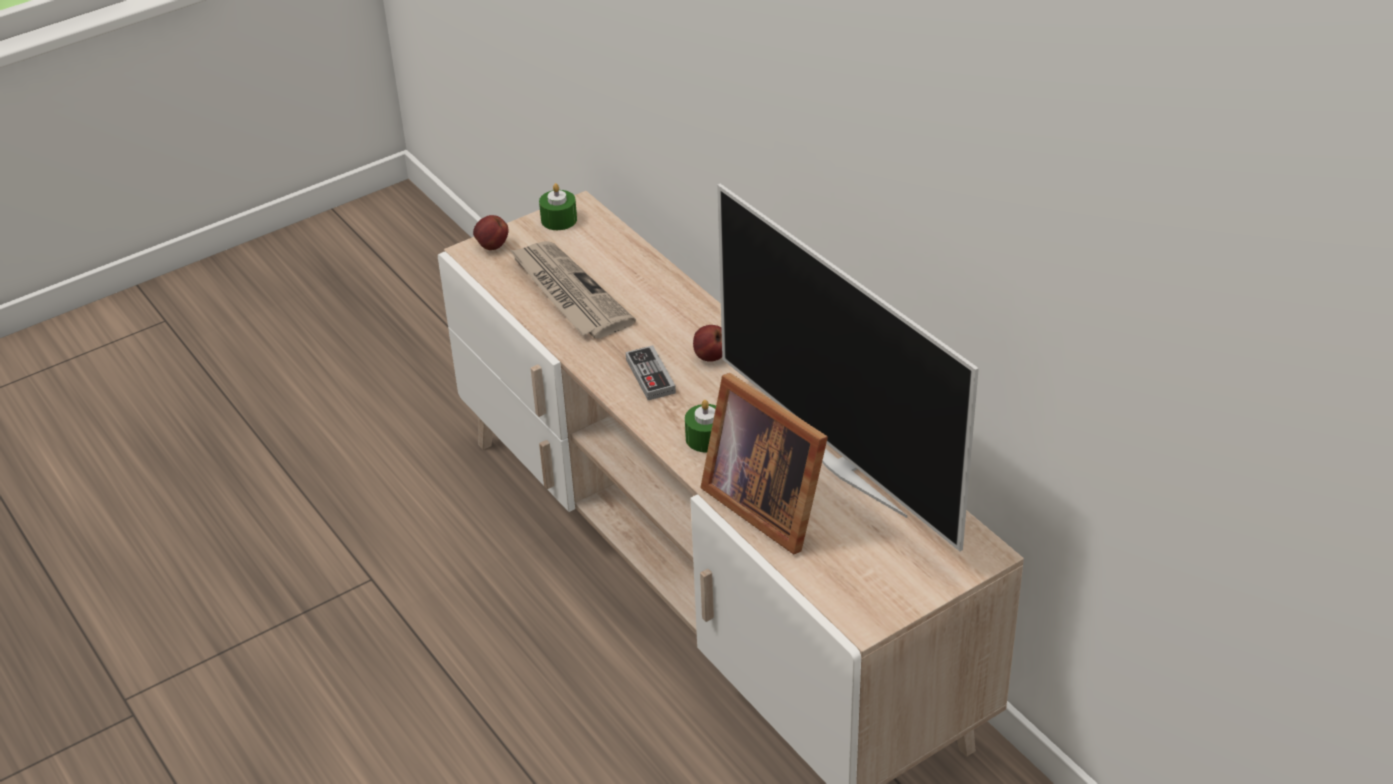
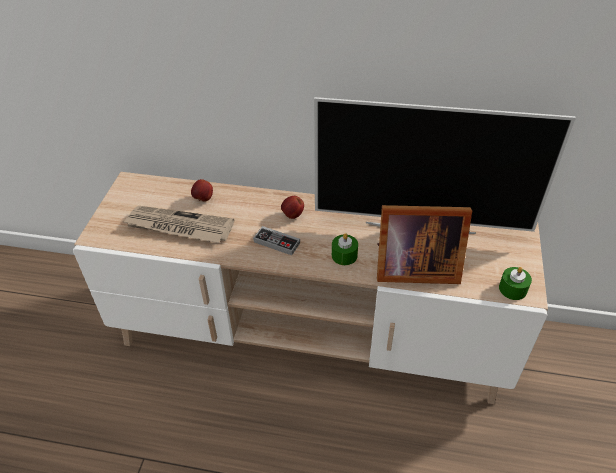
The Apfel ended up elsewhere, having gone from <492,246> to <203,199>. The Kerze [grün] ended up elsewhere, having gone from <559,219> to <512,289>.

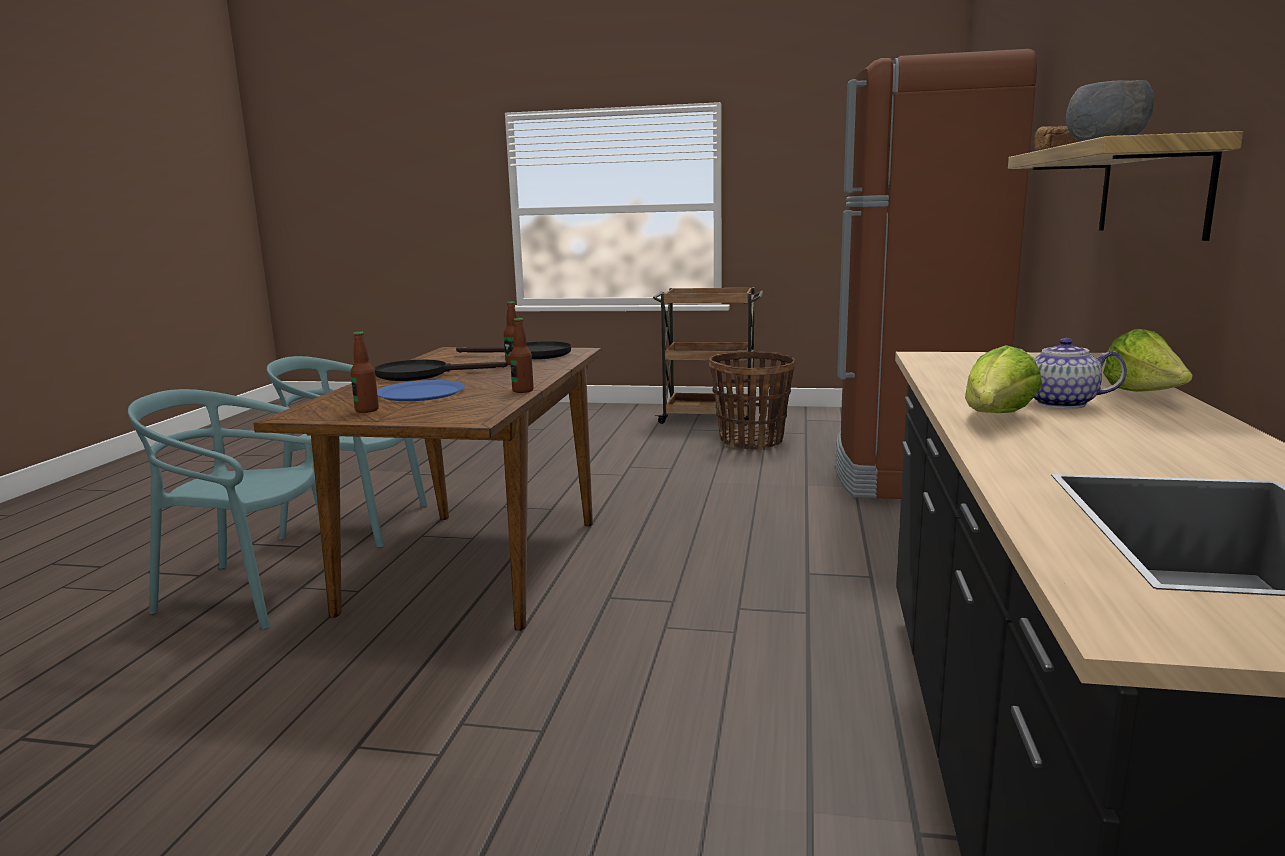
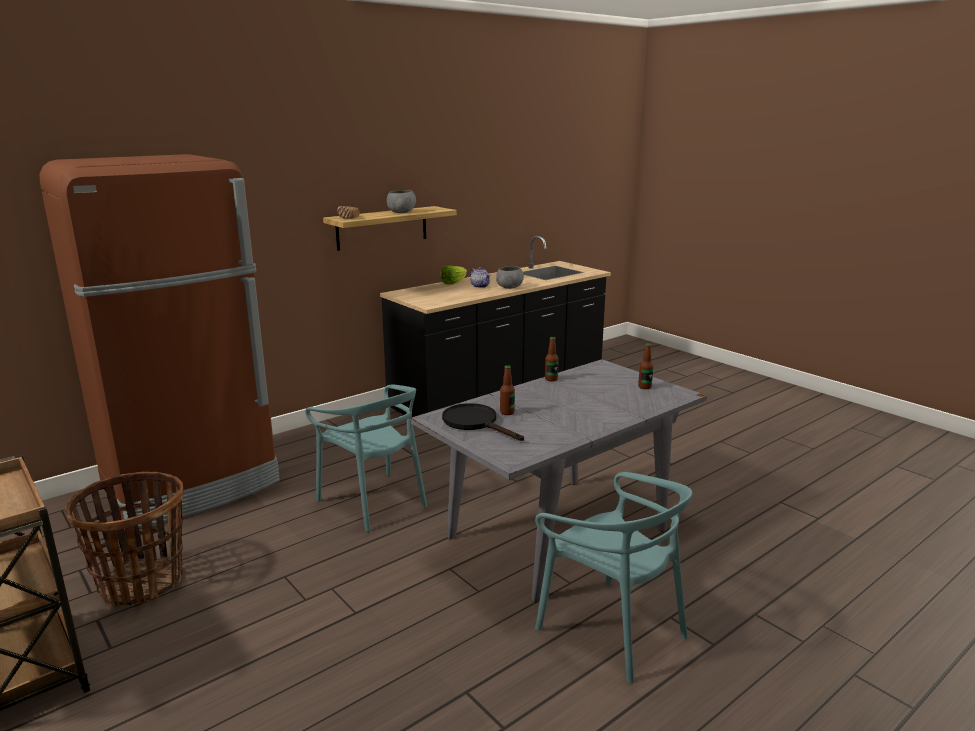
The second view lost the Pfanne [schwarz] at <423,374>. The second view lost the Teller [blau] at <420,393>. The Stuhl [türkis] ended up elsewhere, having gone from <250,592> to <373,501>. Where the Salatkopf stood at <996,418>, the Schüssel [grau] came to stand at <509,287>. What was the Esstisch [braun] at <475,565> turned into the Esstisch [grau] at <559,532>.

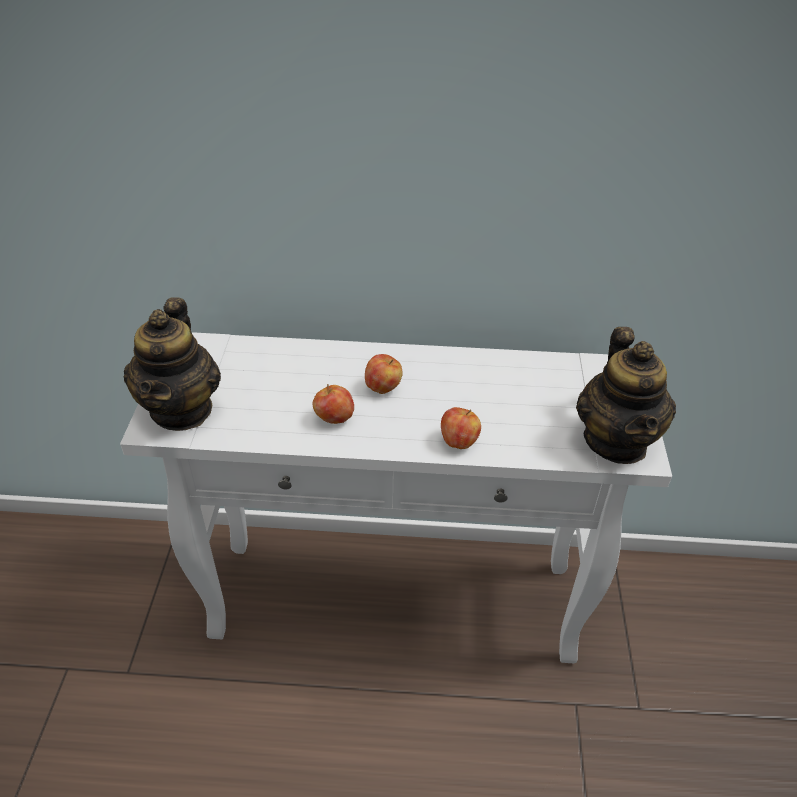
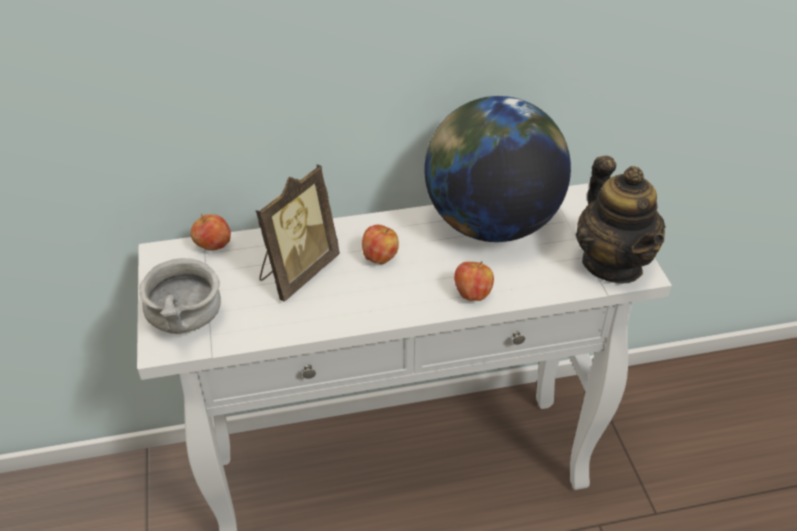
The second view gained the Bilderrahmen at <297,272>. The second view gained the Globus at <490,224>. The Apfel ended up elsewhere, having gone from <334,418> to <213,246>. Where the Teekanne stood at <182,409>, the Schüssel [grau] came to stand at <187,320>.

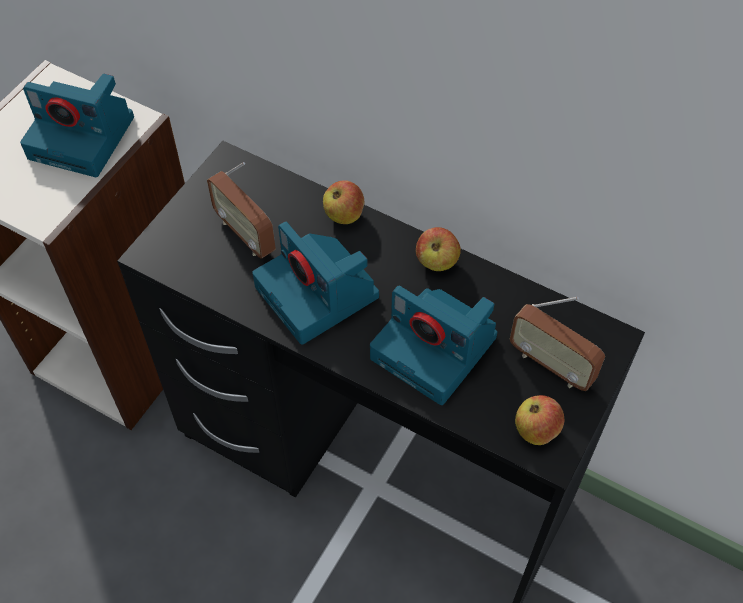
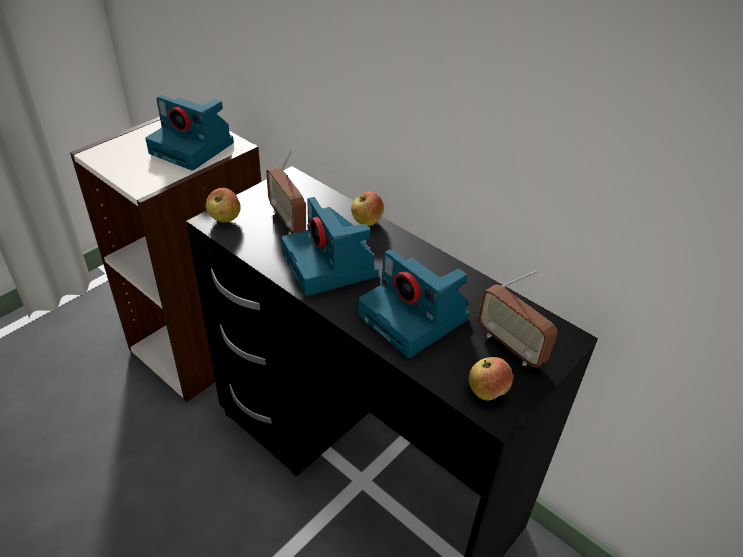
The Apfel ended up elsewhere, having gone from <437,261> to <224,218>.

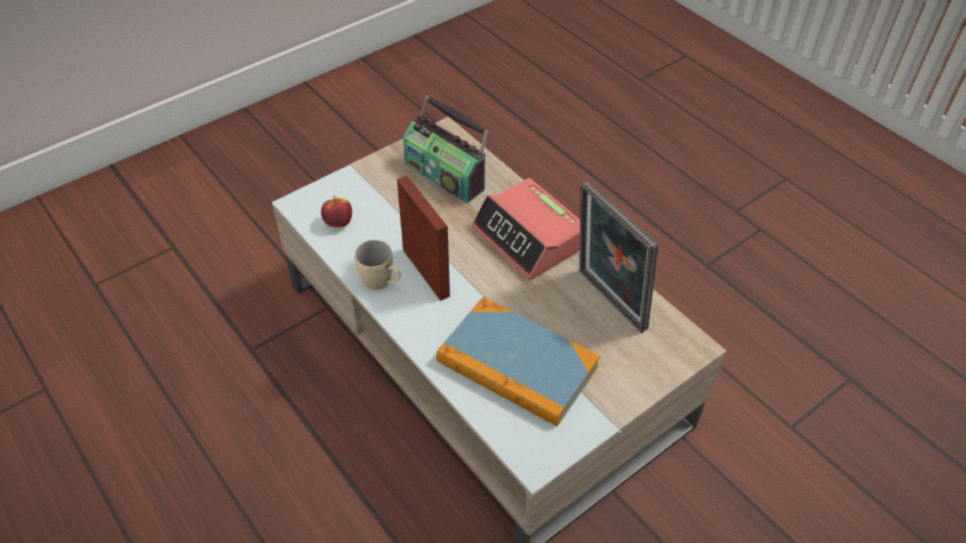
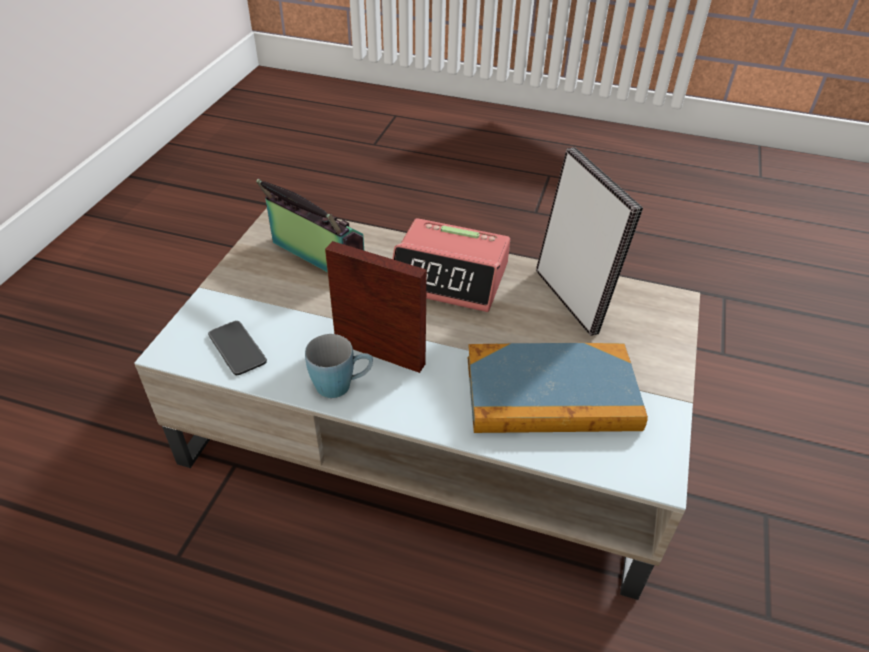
Where the Apfel stood at <338,223>, the Handy came to stand at <237,348>. What was the Henkelbecher [beige] at <382,283> turned into the Henkelbecher [blau] at <342,385>. The Radio at <446,175> ended up facing another way, 150 degrees counterclockwise from before. The Bilderrahmen at <607,302> ended up facing another way, 135 degrees counterclockwise from before.

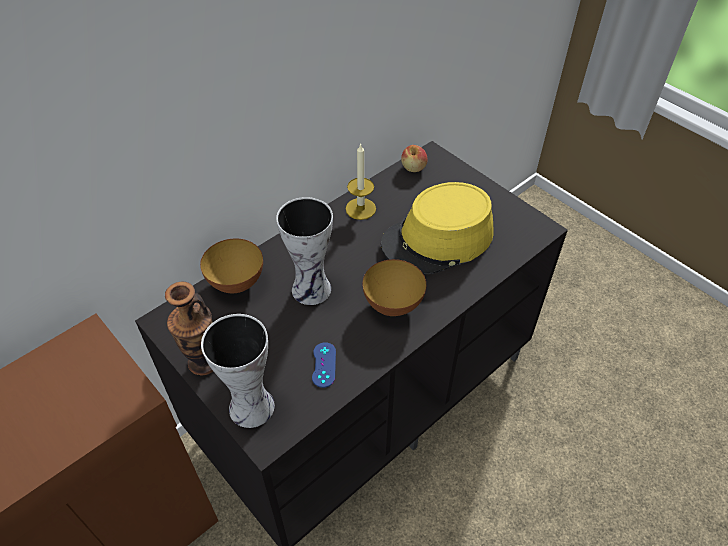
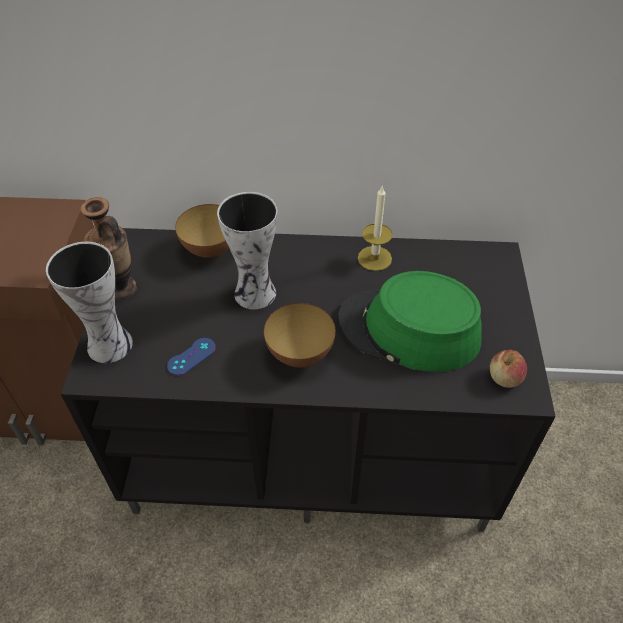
The Apfel ended up elsewhere, having gone from <413,167> to <504,378>. What was the Hut [gelb] at <438,239> turned into the Hut [grün] at <408,330>.

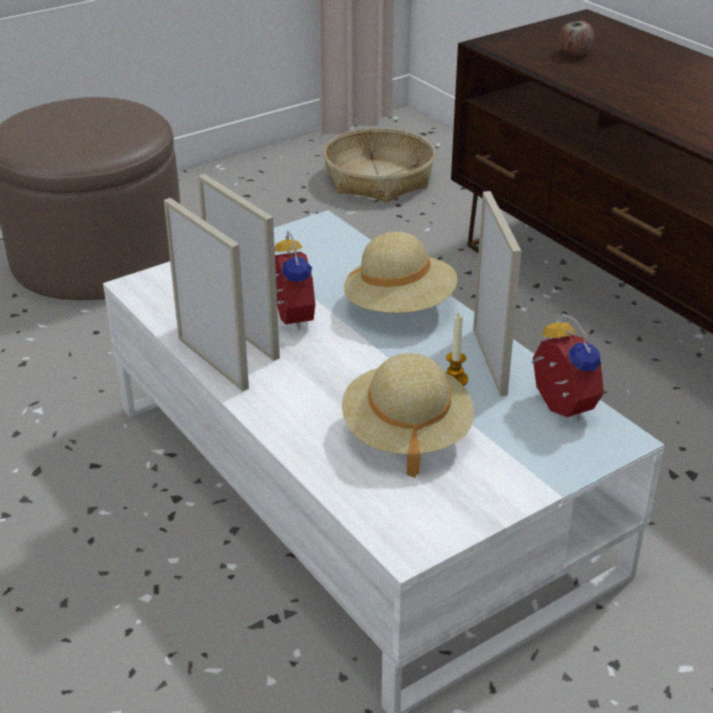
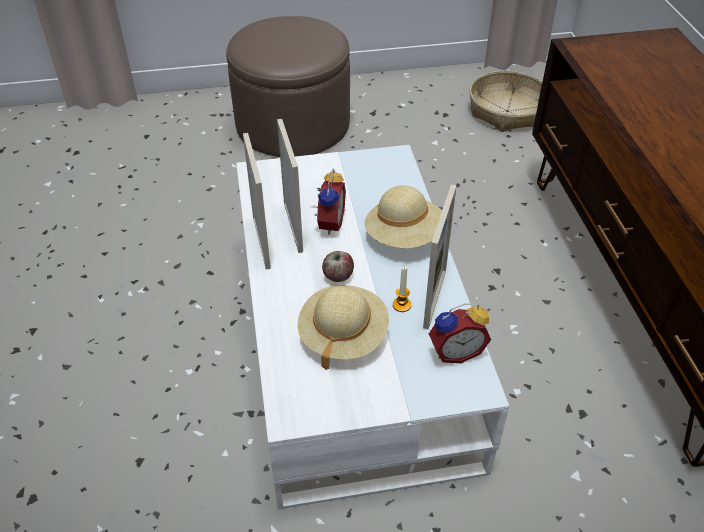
The Apfel ended up elsewhere, having gone from <574,53> to <338,276>. The Wecker at <558,408> ended up facing another way, 75 degrees clockwise from before.

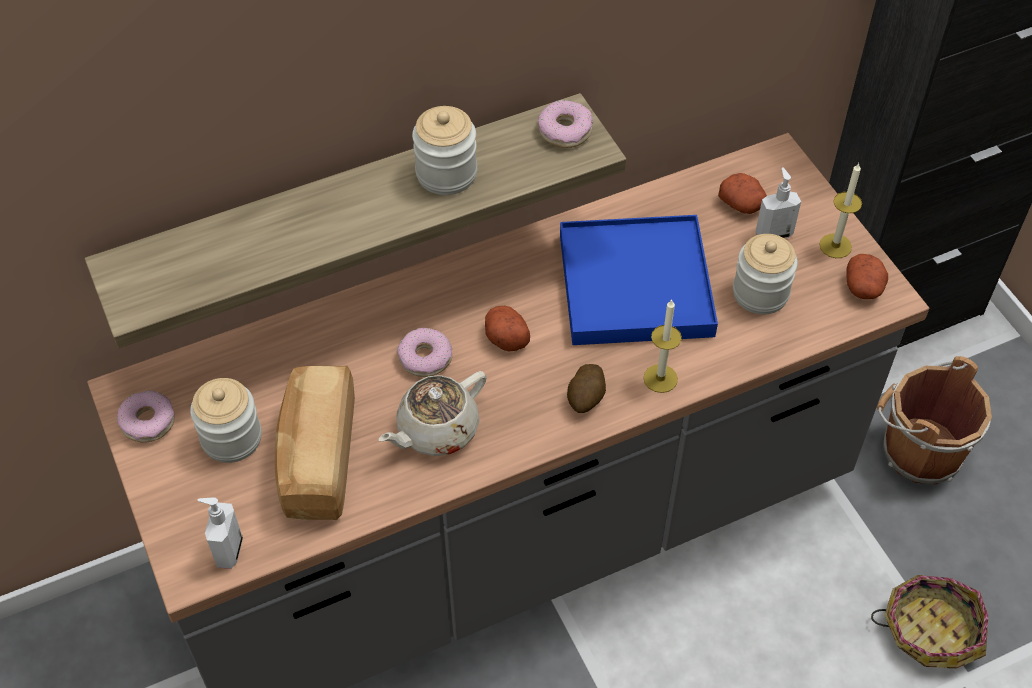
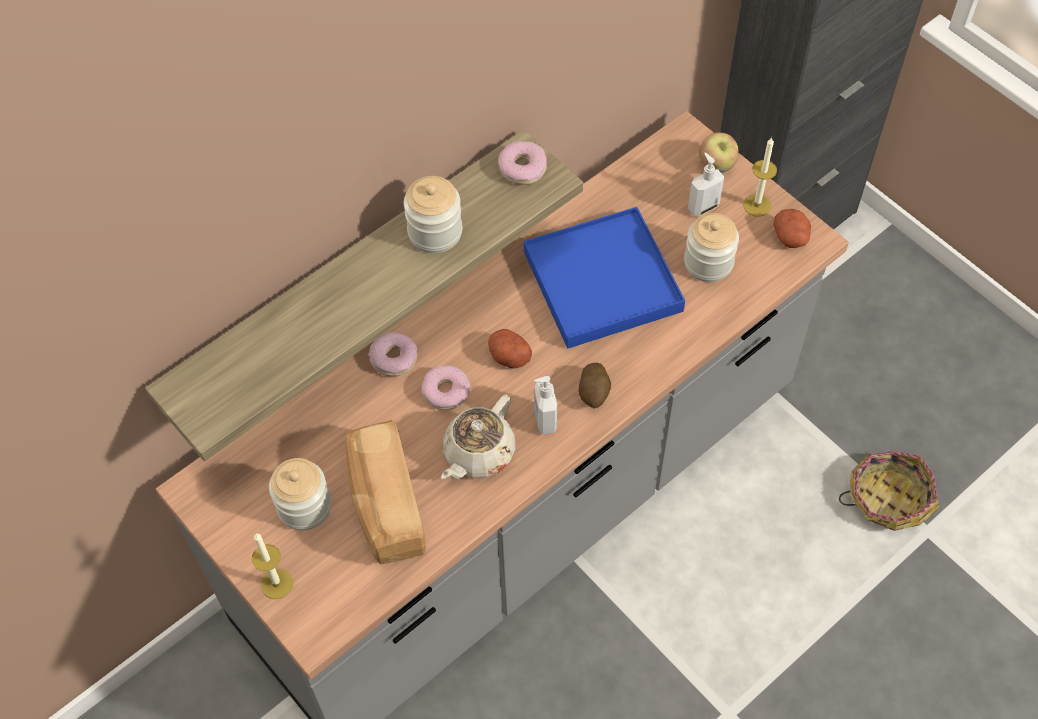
The second view lost the Kartoffel at <742,204>. The second view lost the Eimer [braun] at <917,450>. The second view gained the Apfel at <717,165>. The Donut ended up elsewhere, having gone from <147,422> to <394,358>. The Seifenspender ended up elsewhere, having gone from <228,550> to <544,420>. The Kerze ended up elsewhere, having gone from <660,378> to <277,583>.

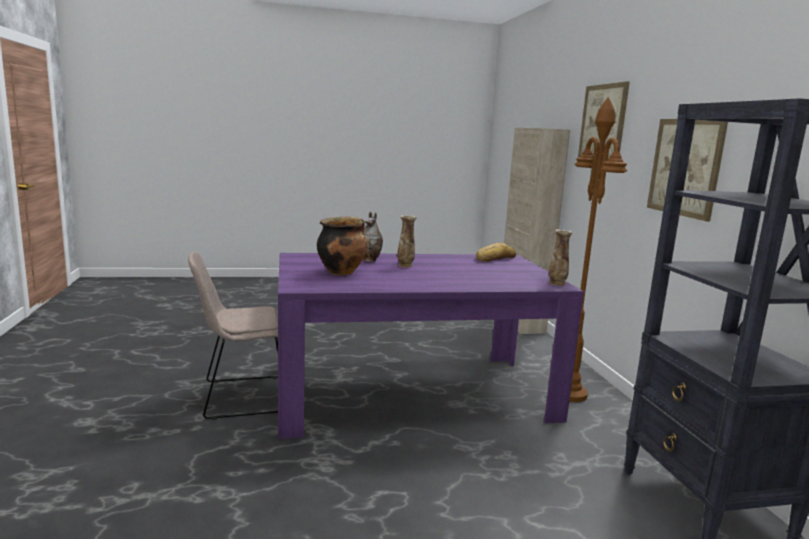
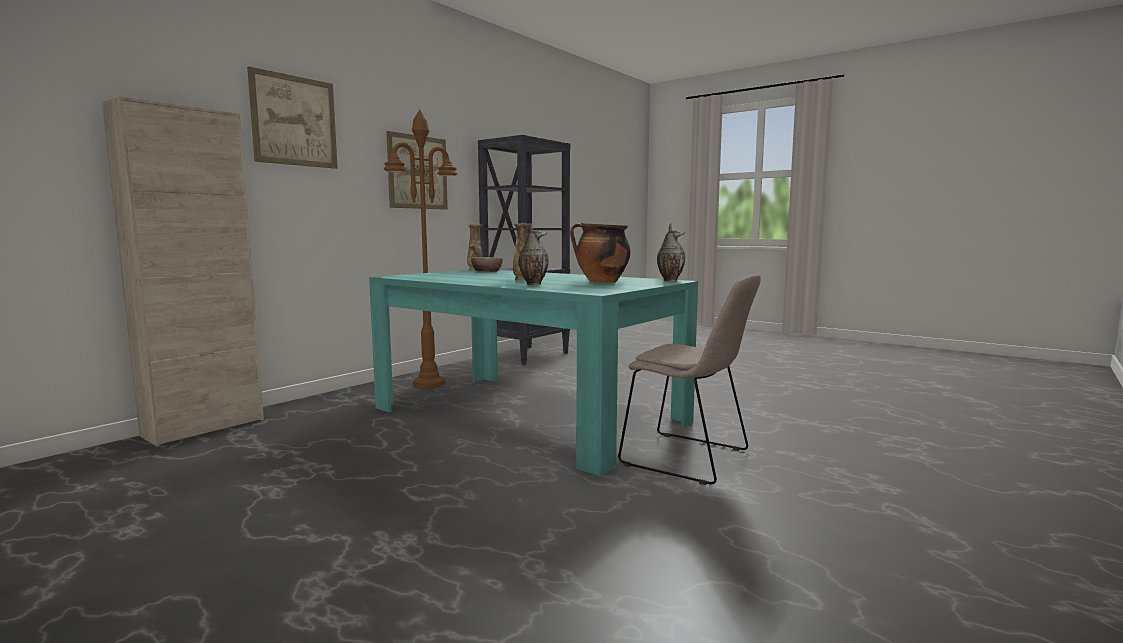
The second view lost the Brot at <494,258>. The second view gained the Schüssel at <487,272>. The second view gained the Vase at <669,280>. What was the Esstisch [lila] at <412,393> turned into the Esstisch [türkis] at <528,415>.

